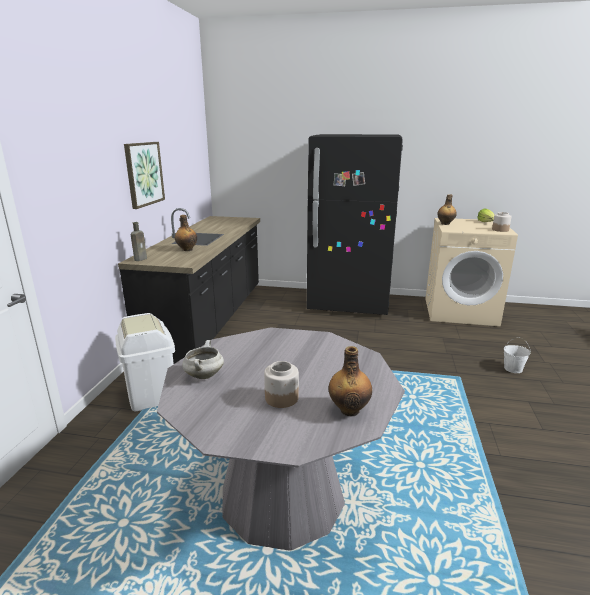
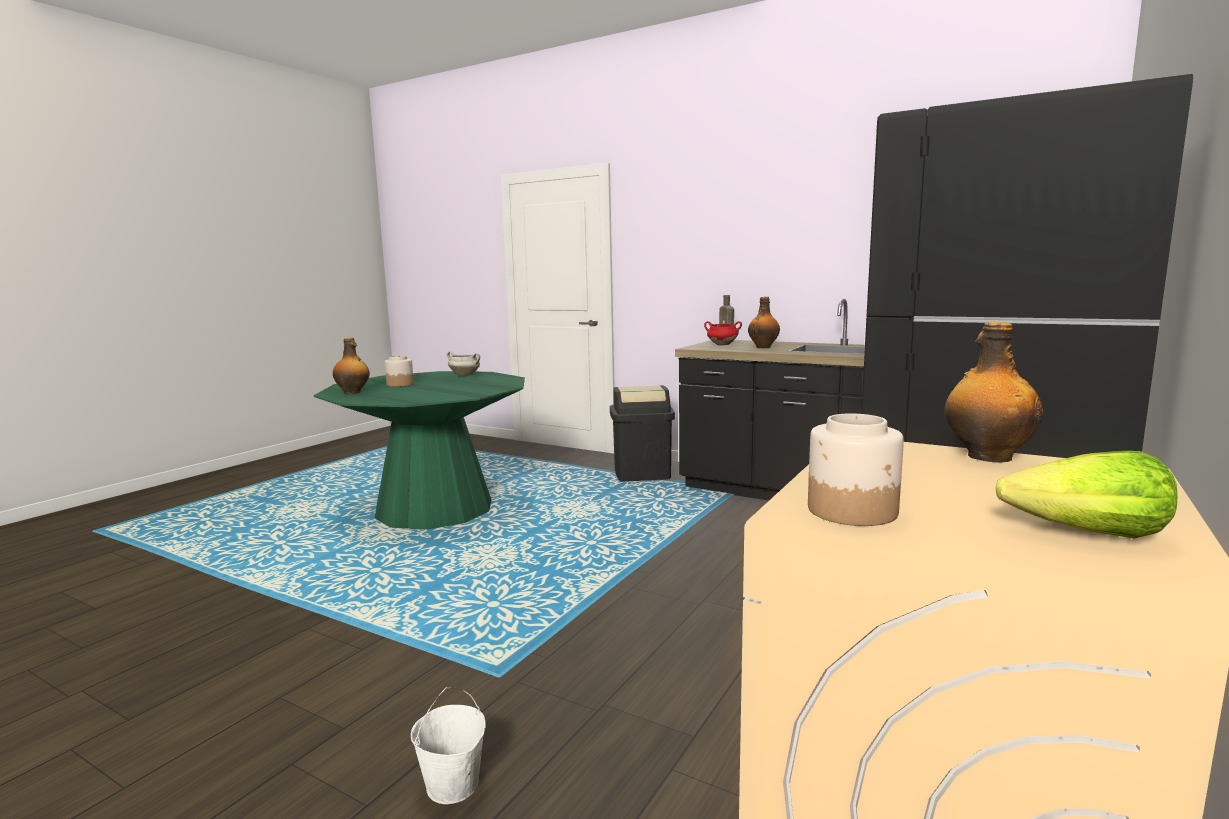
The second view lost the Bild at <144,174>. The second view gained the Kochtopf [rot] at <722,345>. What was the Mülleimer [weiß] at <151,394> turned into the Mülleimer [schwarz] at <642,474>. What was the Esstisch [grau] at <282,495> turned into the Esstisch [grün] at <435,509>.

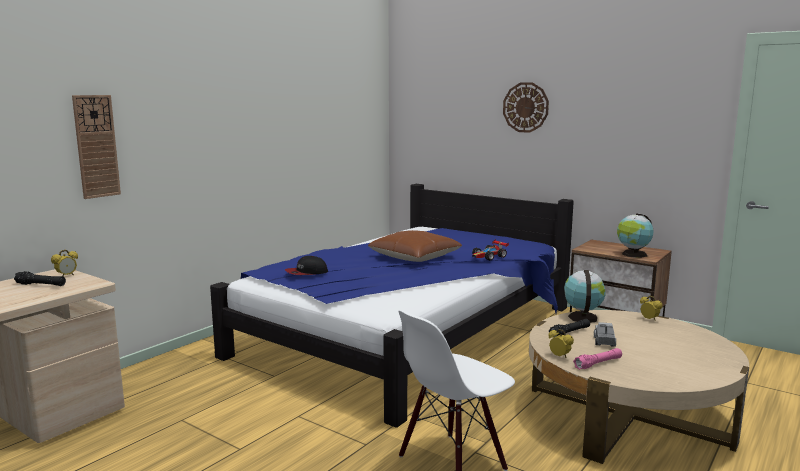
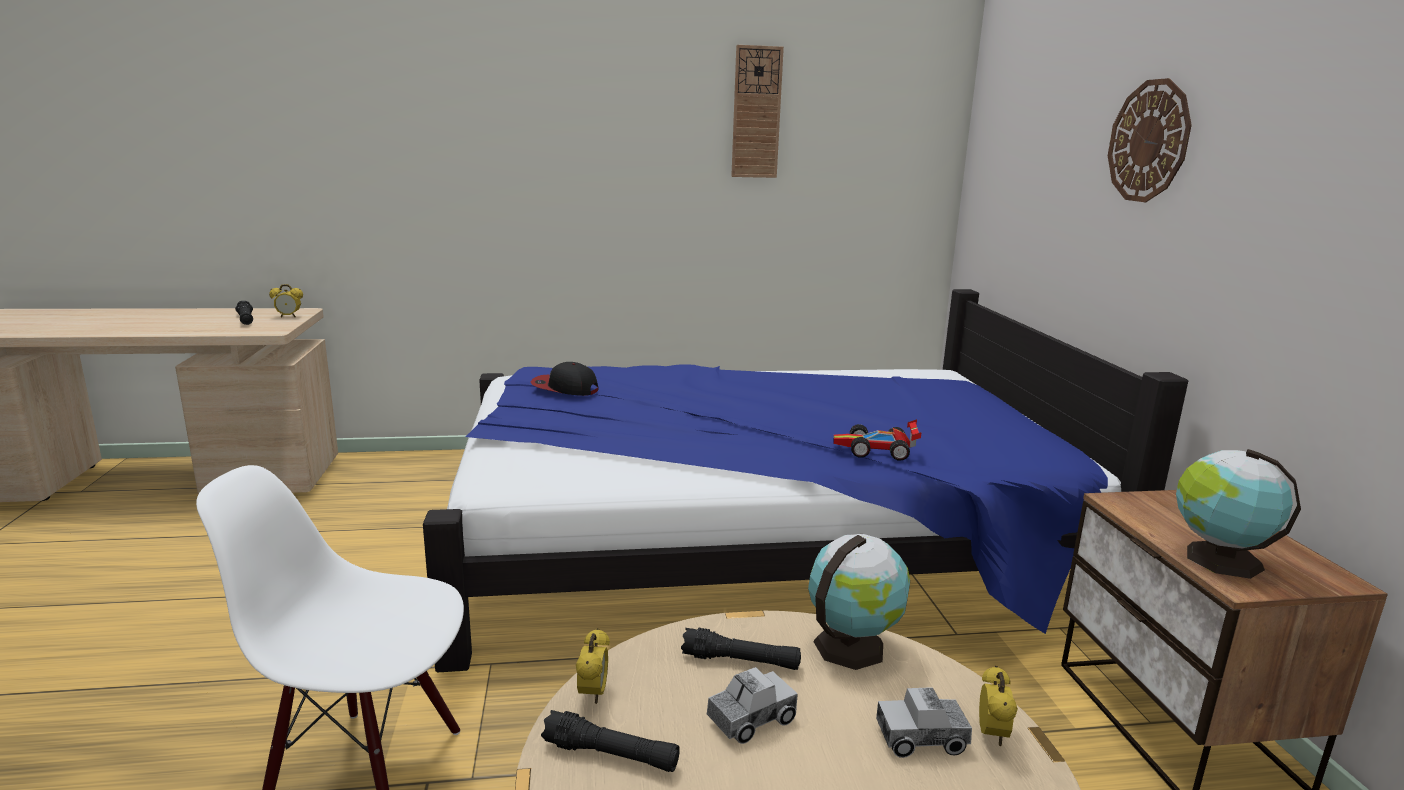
The second view lost the Kissen [braun] at <414,257>. The second view gained the Spielzeuglaster at <921,738>. The Wanduhr ended up elsewhere, having gone from <96,146> to <756,113>. What was the Taschenlampe [rosa] at <598,364> turned into the Taschenlampe [schwarz] at <611,754>.

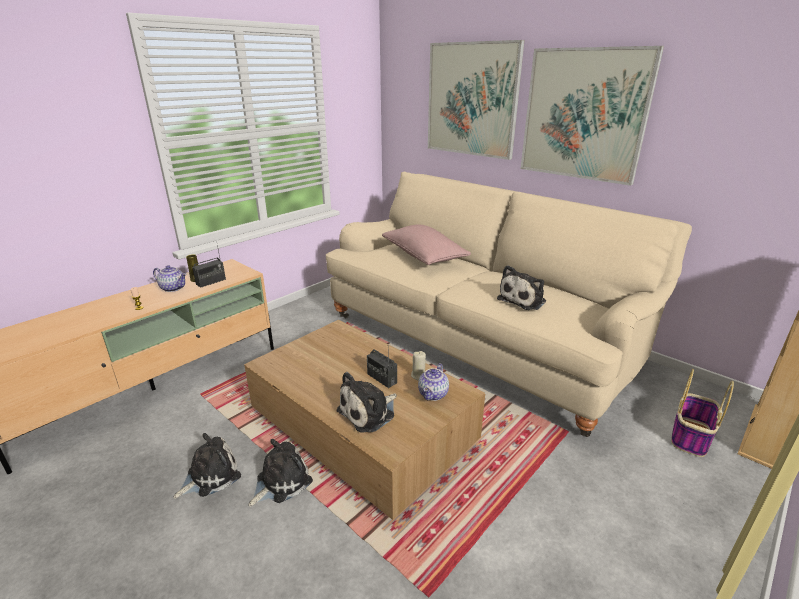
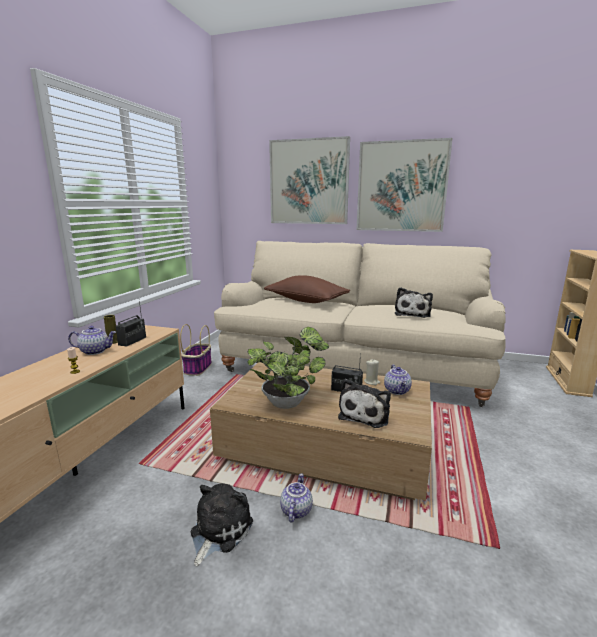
The second view gained the Topfpflanze at <289,402>. The Korb ended up elsewhere, having gone from <690,436> to <198,368>. Where the Plüschtier stood at <281,481>, the Teekanne came to stand at <295,510>. What was the Kissen [rosa] at <423,256> turned into the Kissen [braun] at <306,301>.

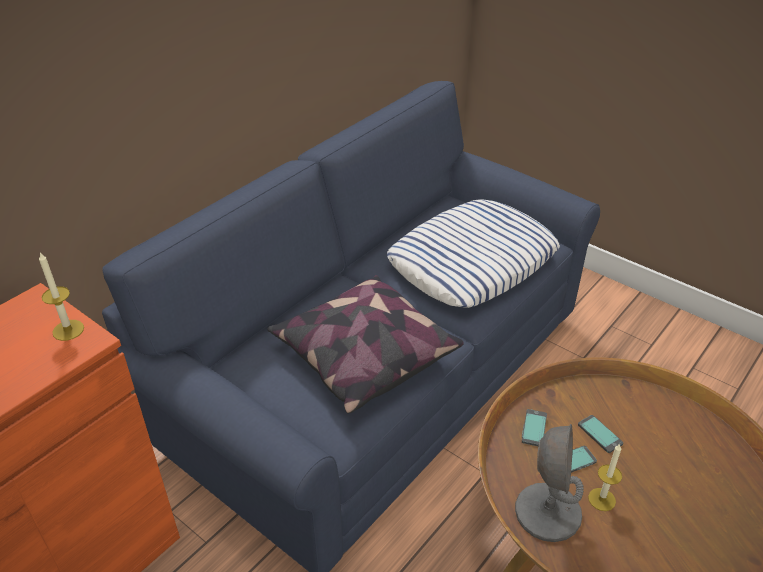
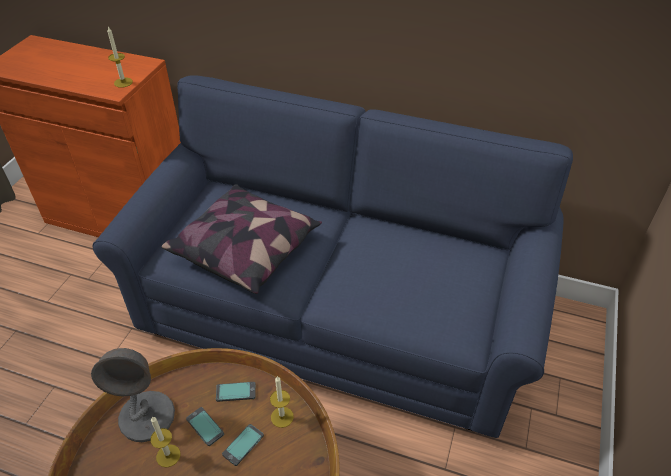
The second view lost the Kissen at <472,261>. The second view gained the Kerze at <282,417>.

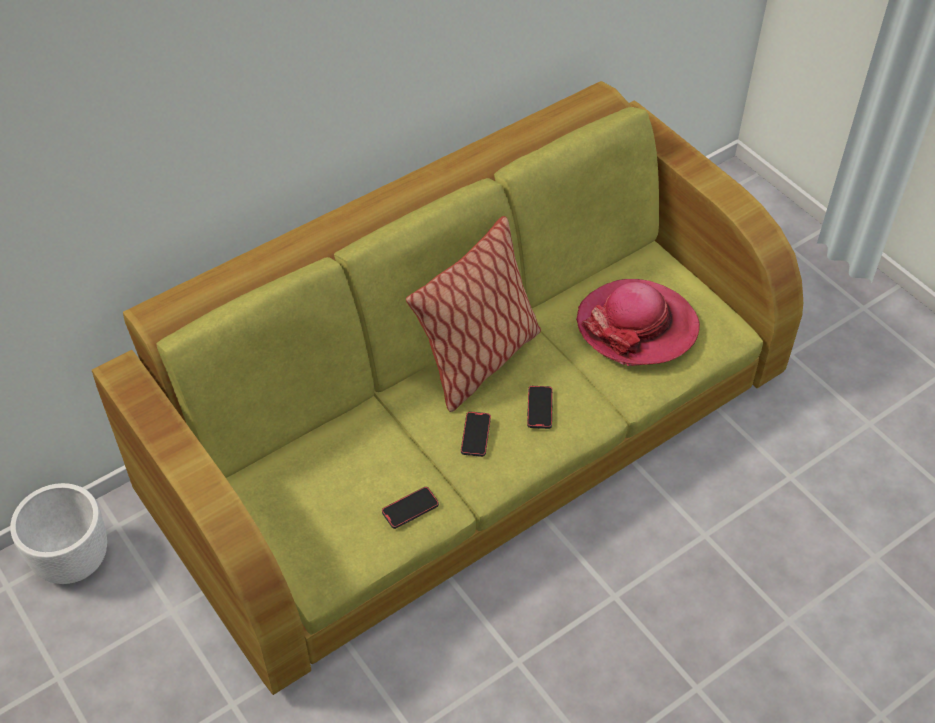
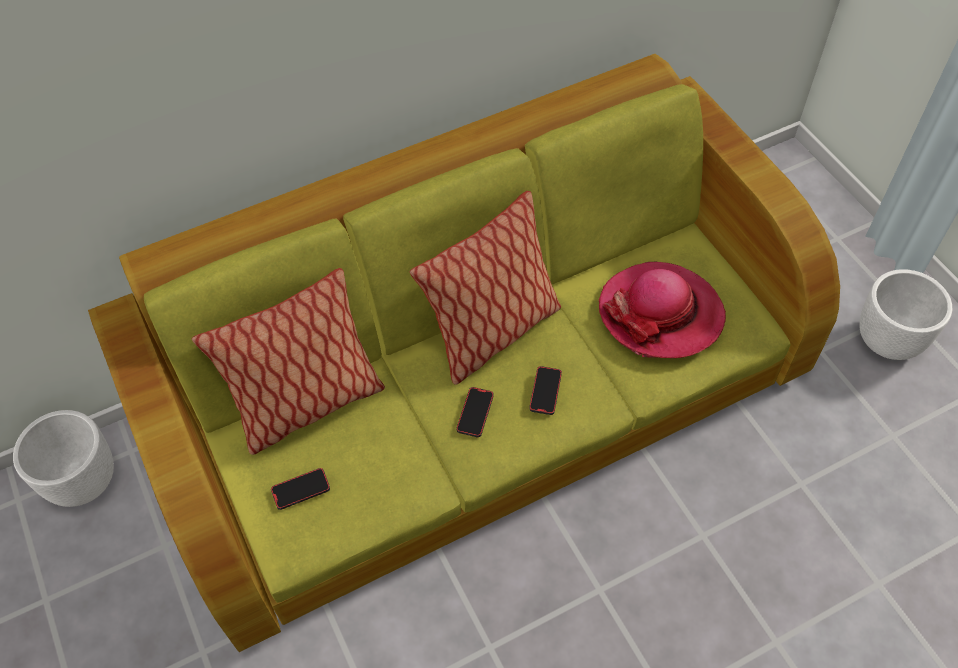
The second view gained the Kissen at <308,405>. The second view gained the Pflanzkübel [weiß] at <887,340>. The Handy ended up elsewhere, having gone from <410,509> to <301,490>.

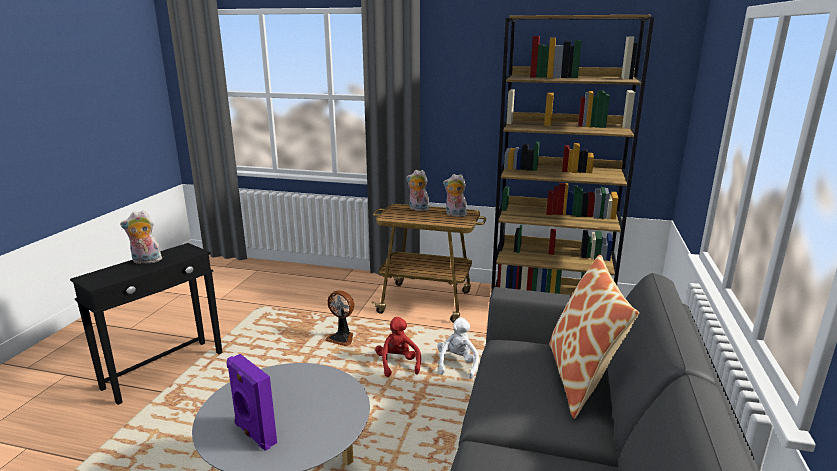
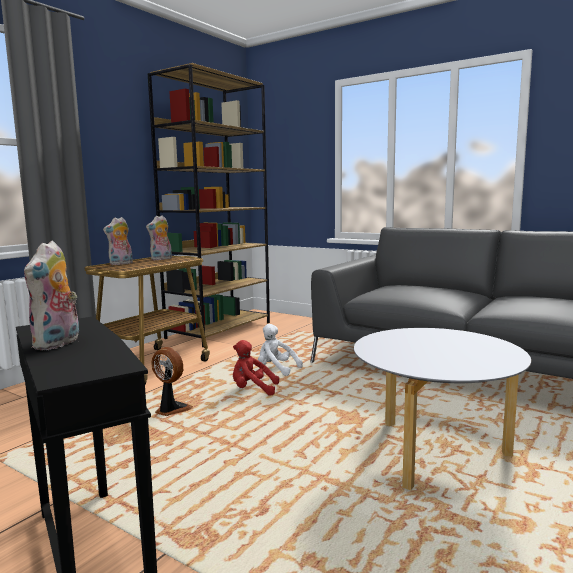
The second view lost the Lautsprecher [lila] at <254,434>. The second view lost the Kissen at <581,378>. The Ventilator at <342,338> ended up facing another way, 105 degrees counterclockwise from before.

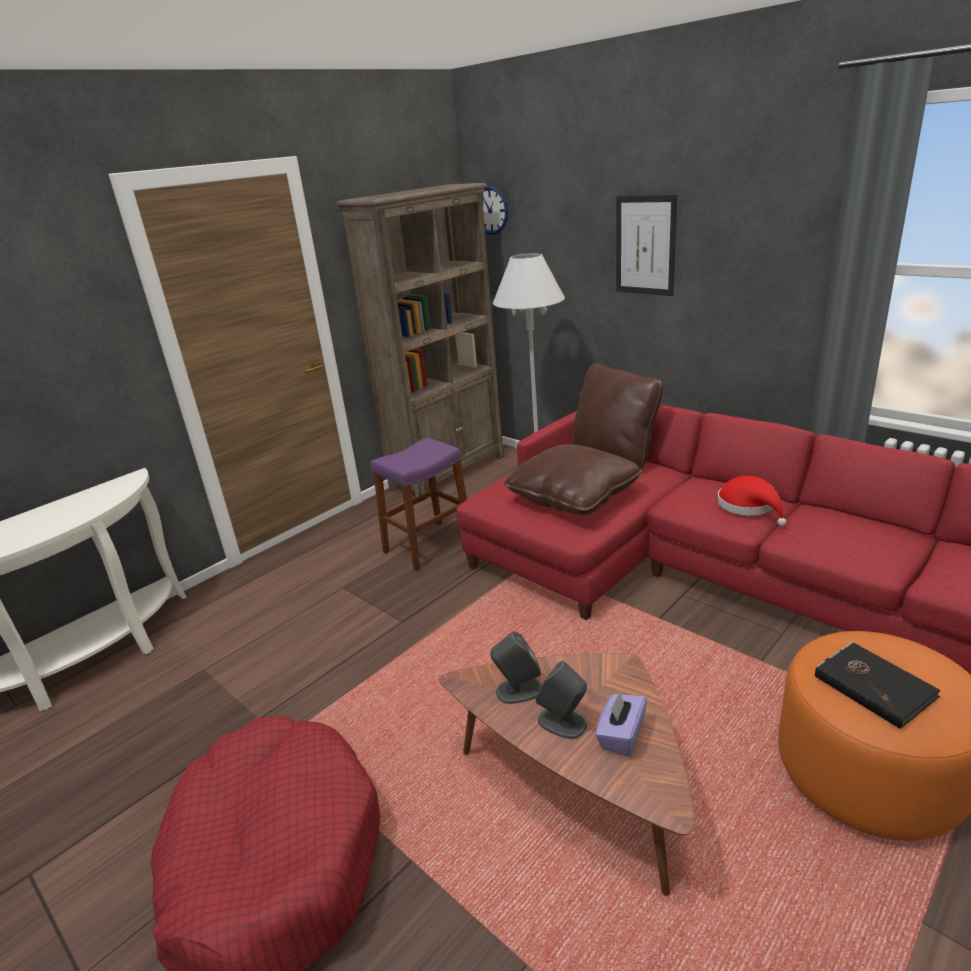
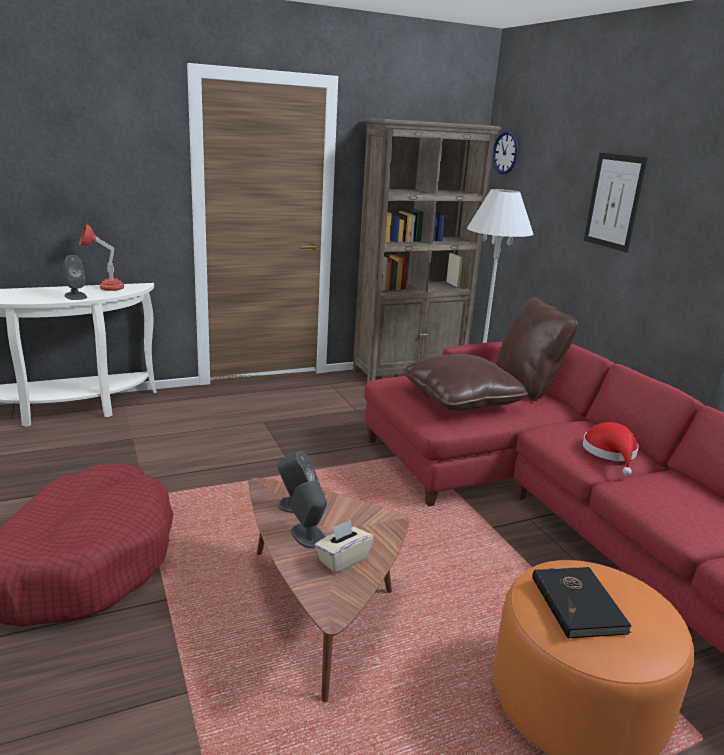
The second view lost the Hocker [lila] at <428,545>. The second view gained the Lautsprecher [grau] at <75,296>. The second view gained the Tischlampe [rot] at <104,288>. What was the Taschentuchbox [lila] at <621,735> turned into the Taschentuchbox [beige] at <342,559>.

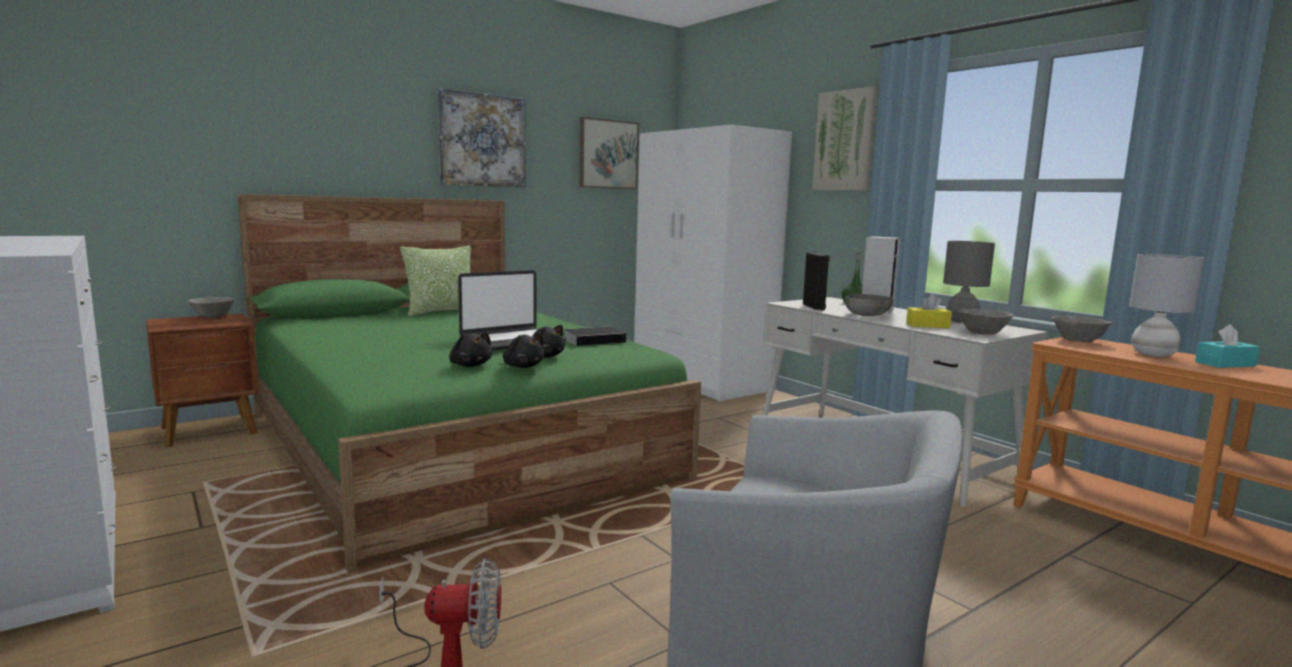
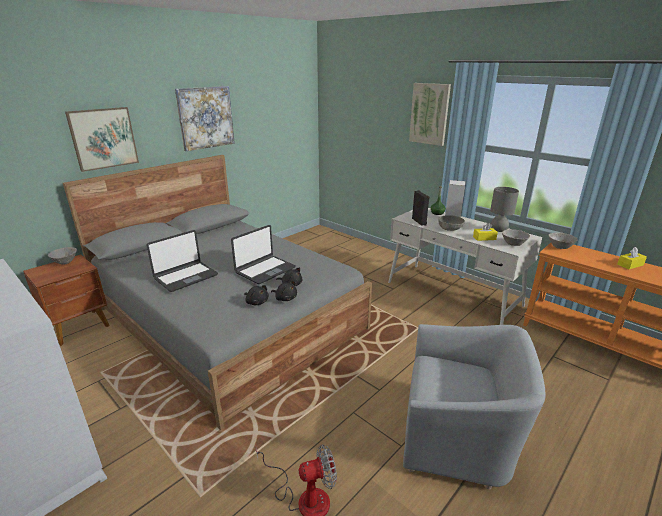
The second view lost the Kissen at <442,312>. The second view lost the Buch at <595,340>. The second view lost the Kleiderschrank [weiß] at <701,380>. The second view lost the Tischlampe [grau] at <1154,354>. The second view gained the Laptop at <185,277>. The Bild ended up elsewhere, having gone from <608,154> to <103,138>. What was the Bett [grün] at <453,443> turned into the Bett [grau] at <229,318>. What was the Taschentuchbox [türkis] at <1225,364> turned into the Taschentuchbox [gelb] at <630,265>.

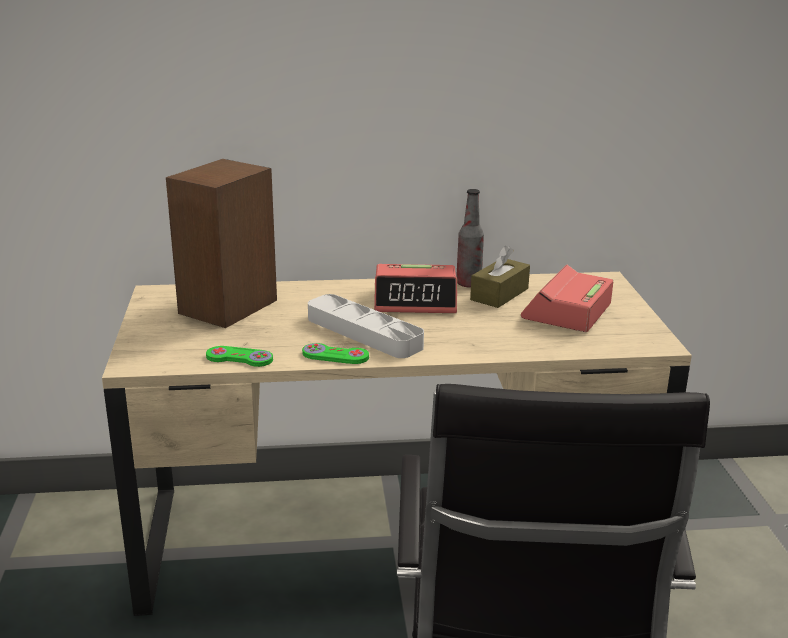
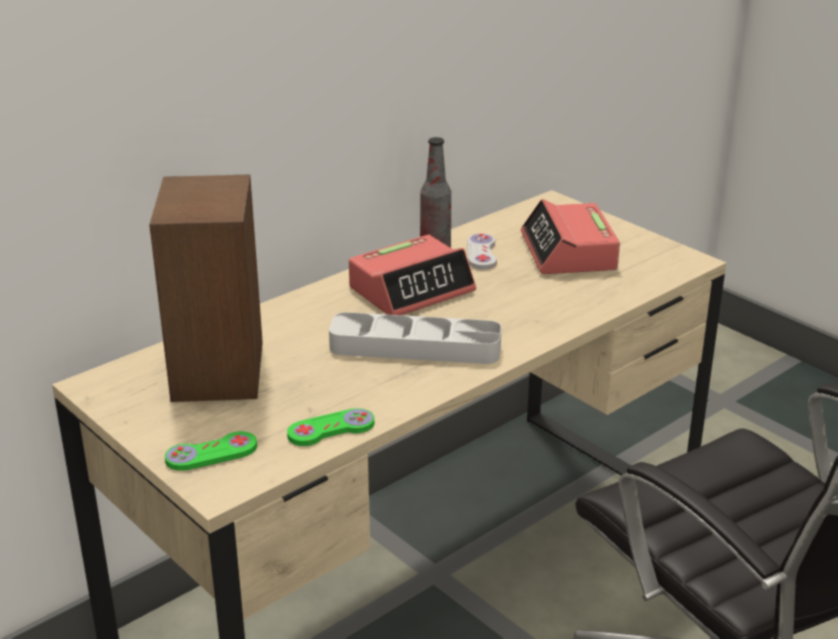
The Gamepad [grün] ended up elsewhere, having gone from <335,355> to <211,453>. Where the Taschentuchbox [braun] stood at <499,294>, the Gamepad [weiß] came to stand at <481,253>.

